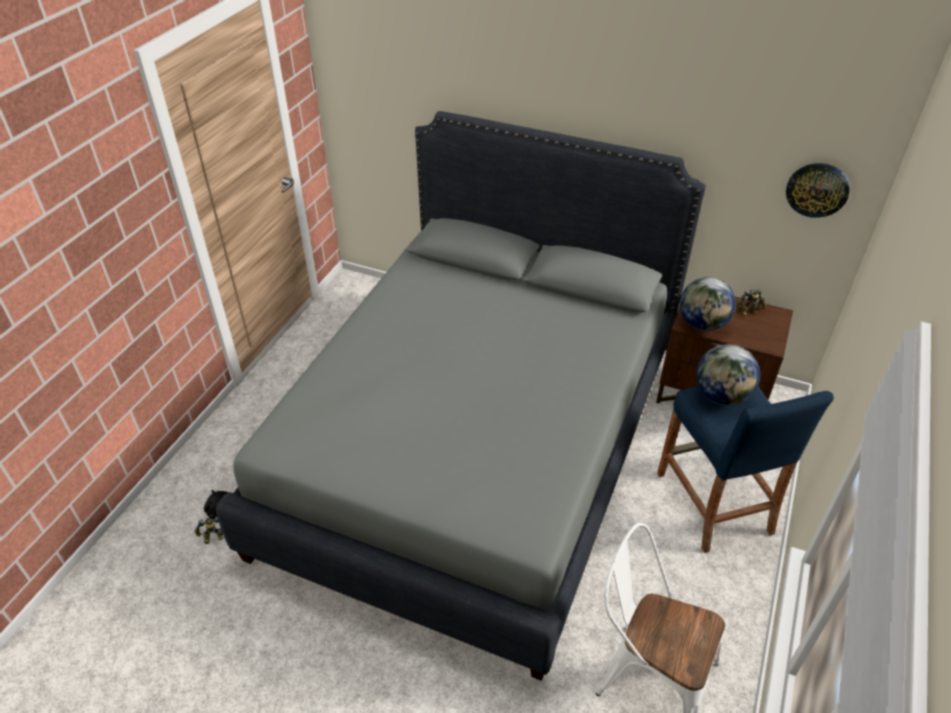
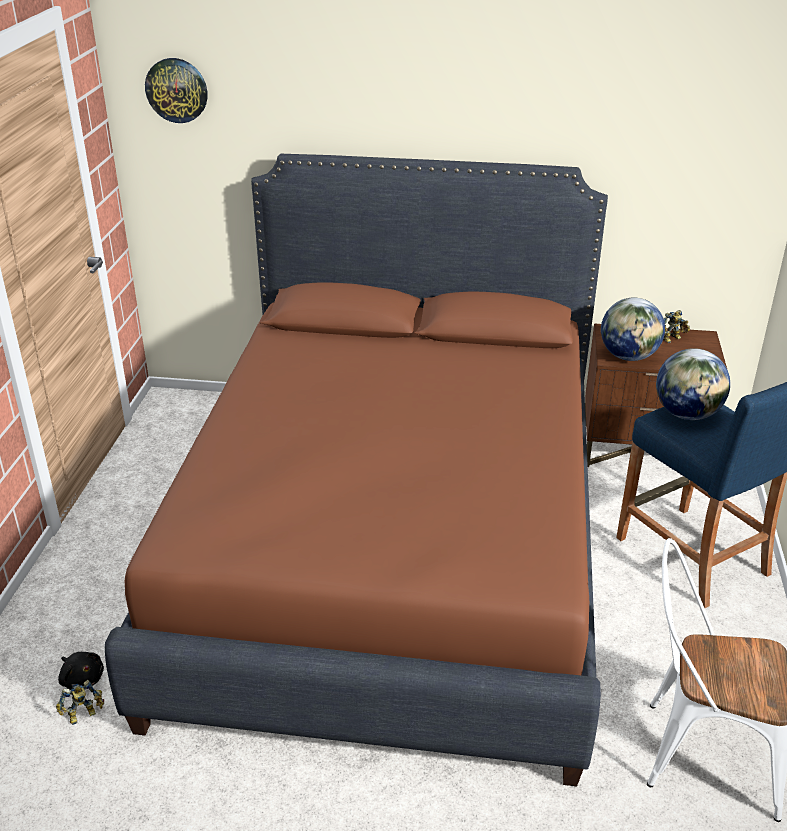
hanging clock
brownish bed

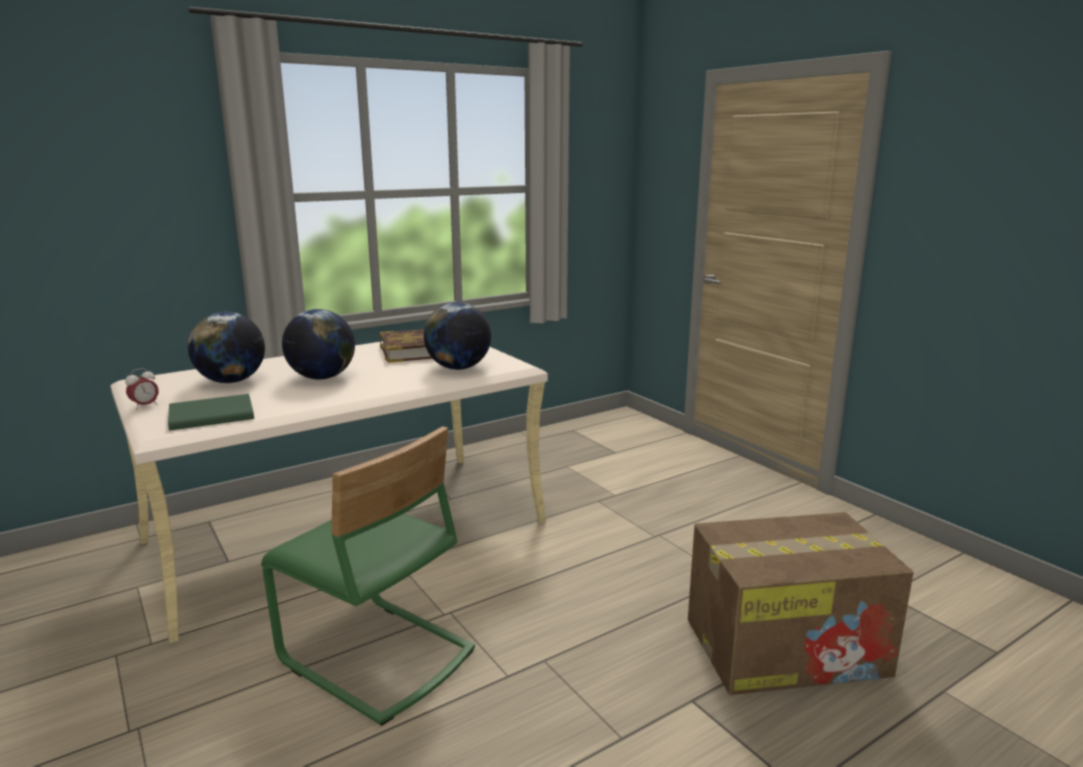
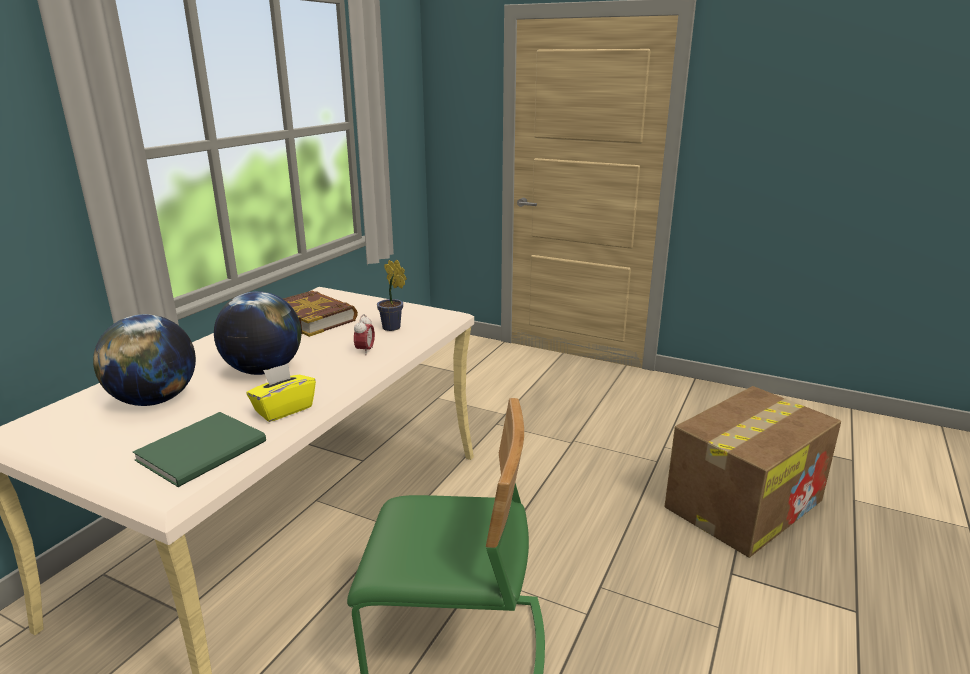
yellowish tissue holder
alarm clock
plant in a pot

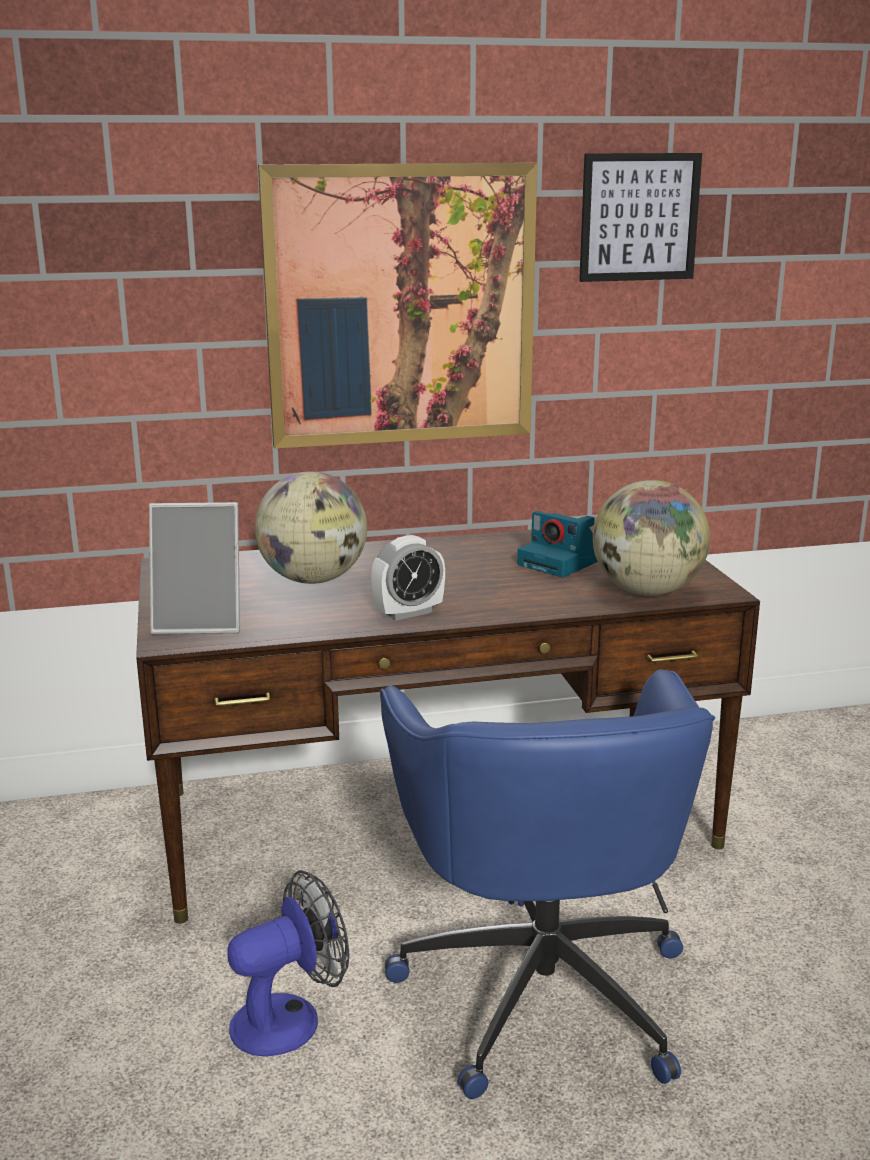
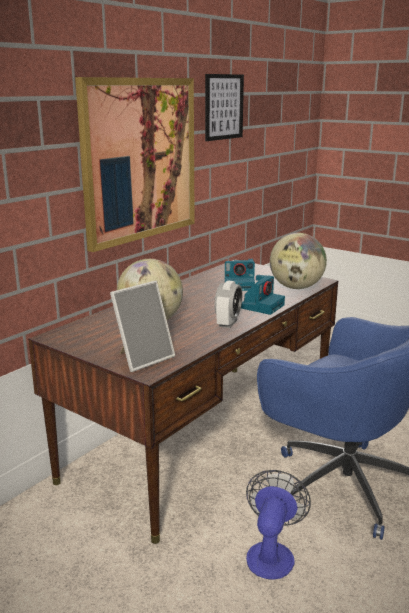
still camera (no. 2 from left)

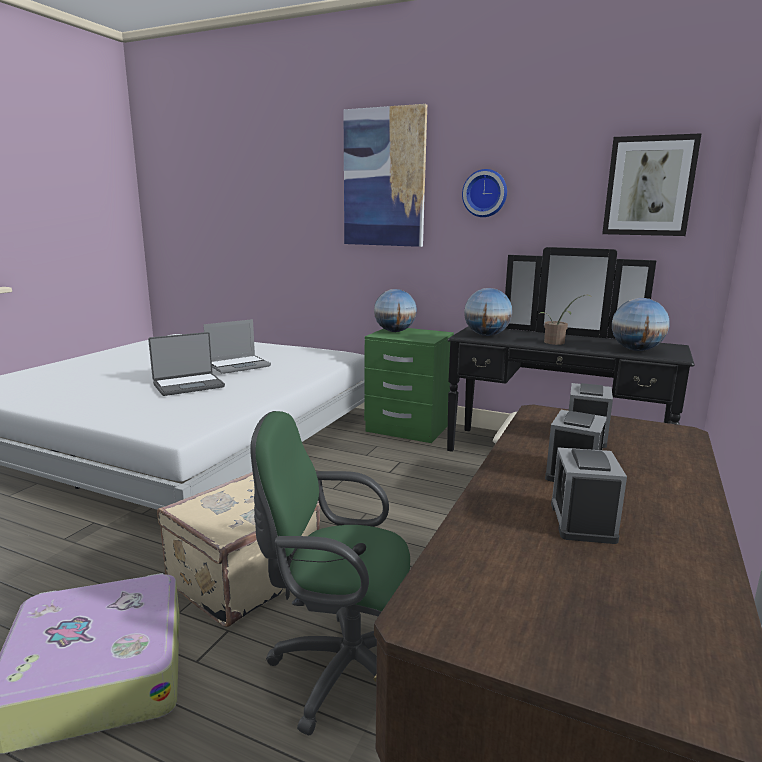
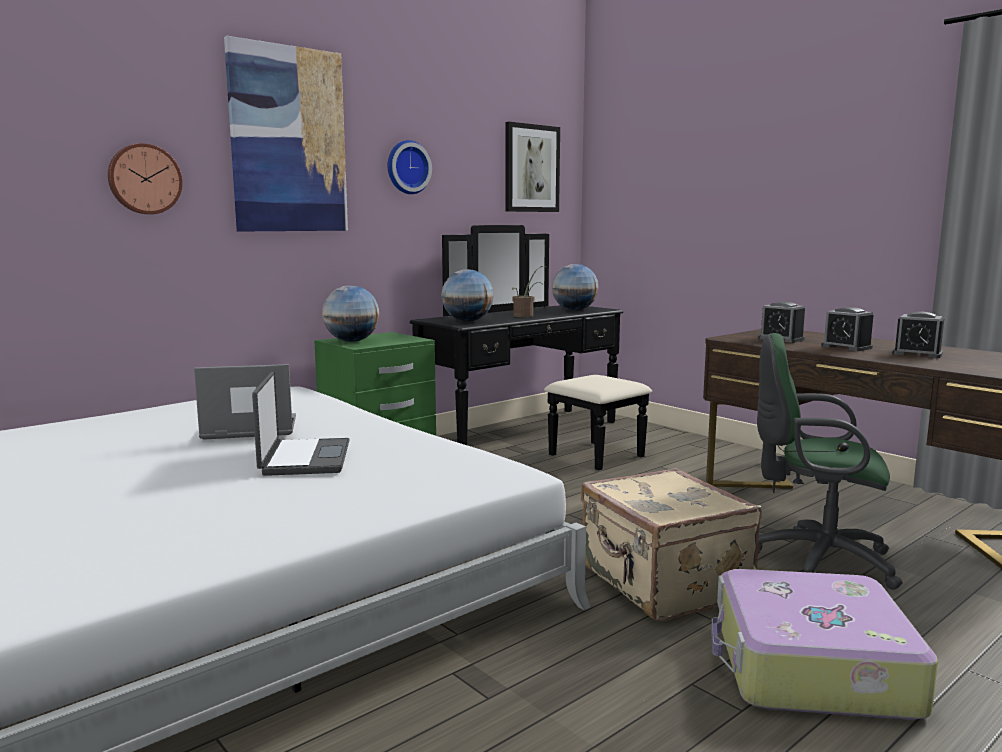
hanging clock (no. 1 from left)
laptop (no. 1 from left)
green-coloured desk chair

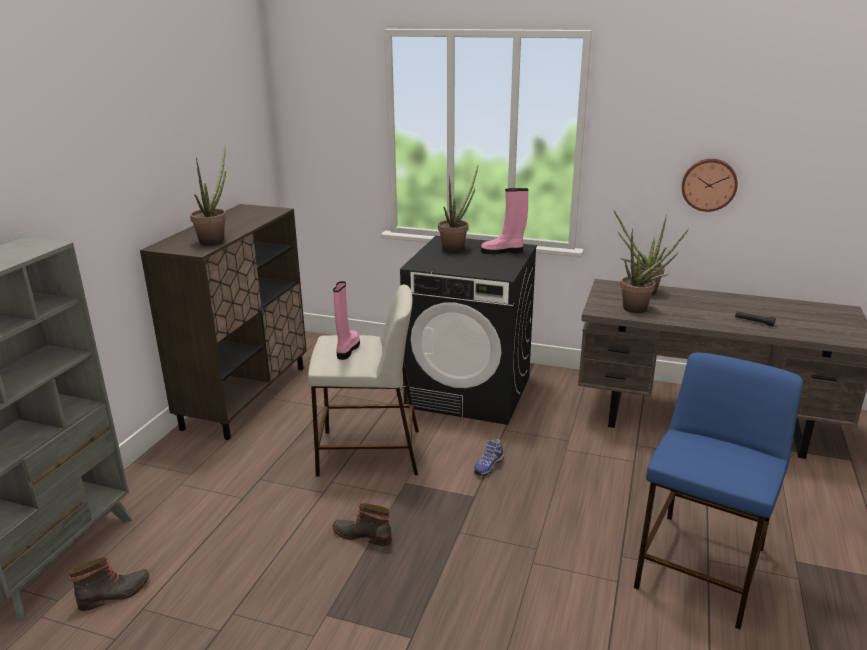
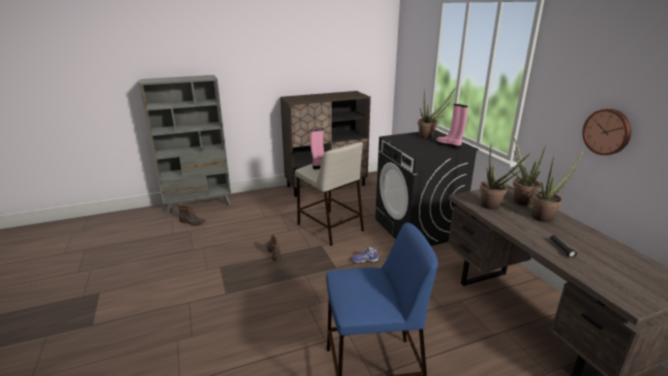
plant in a pot (no. 4 from left)

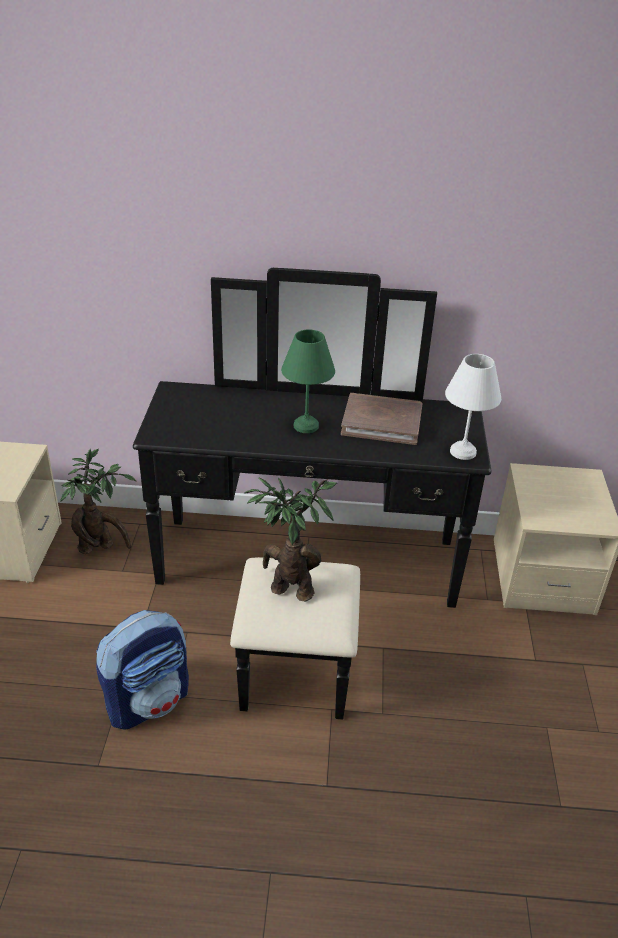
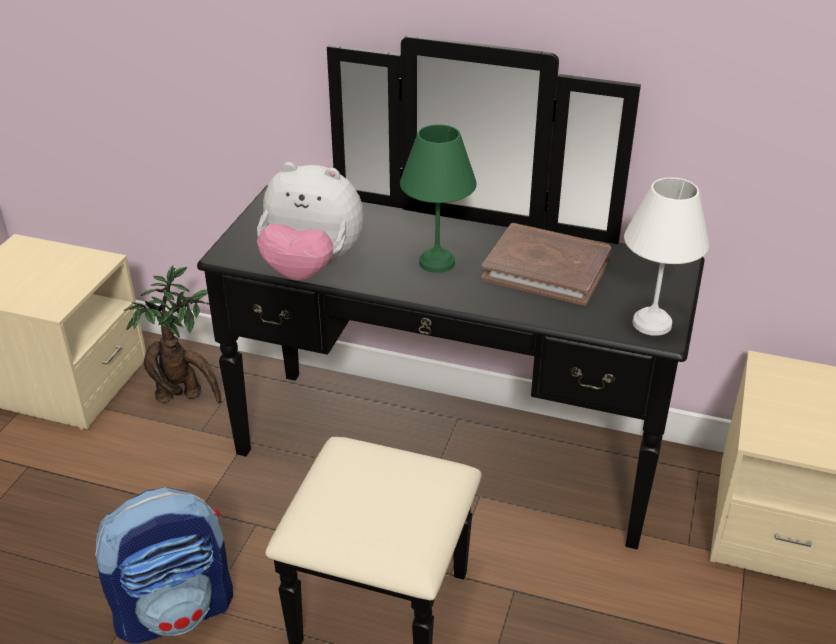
plant in a pot (no. 2 from left in the first image)
plush toy

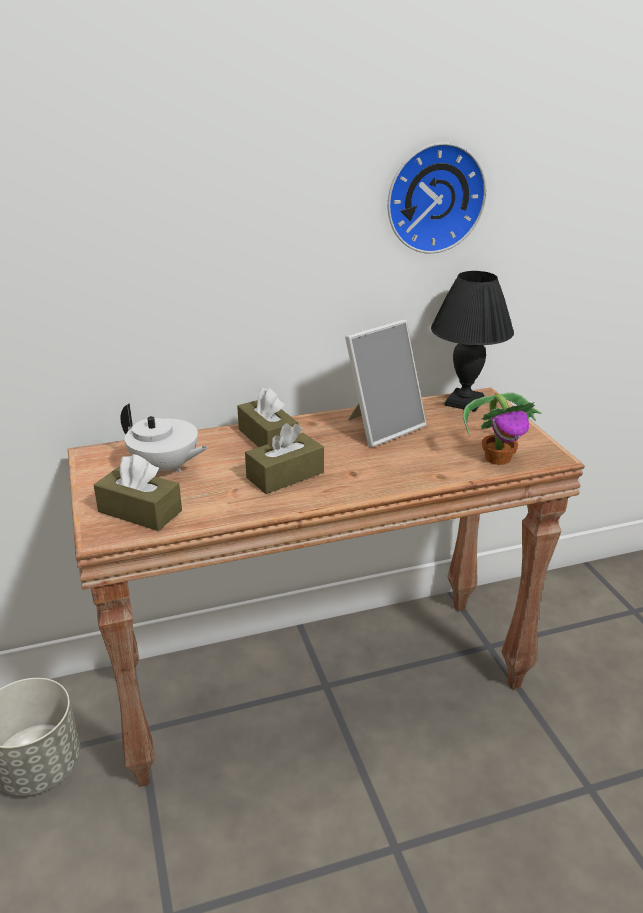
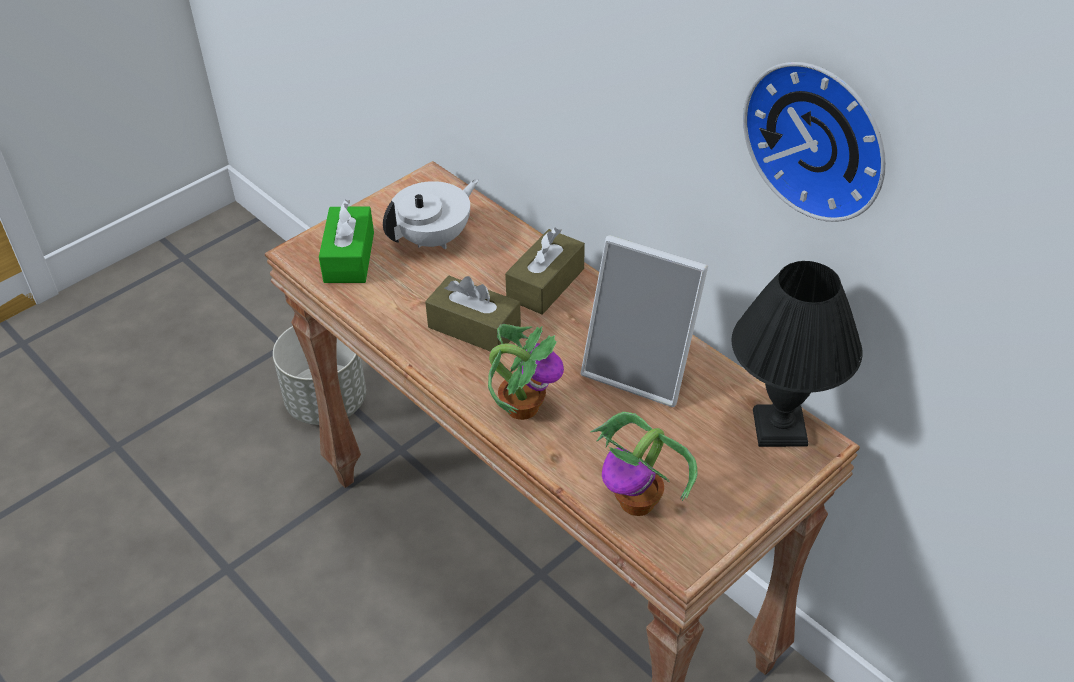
plant in a pot (no. 1 from left)
green-coloured tissue holder
white-coloured pot for tea

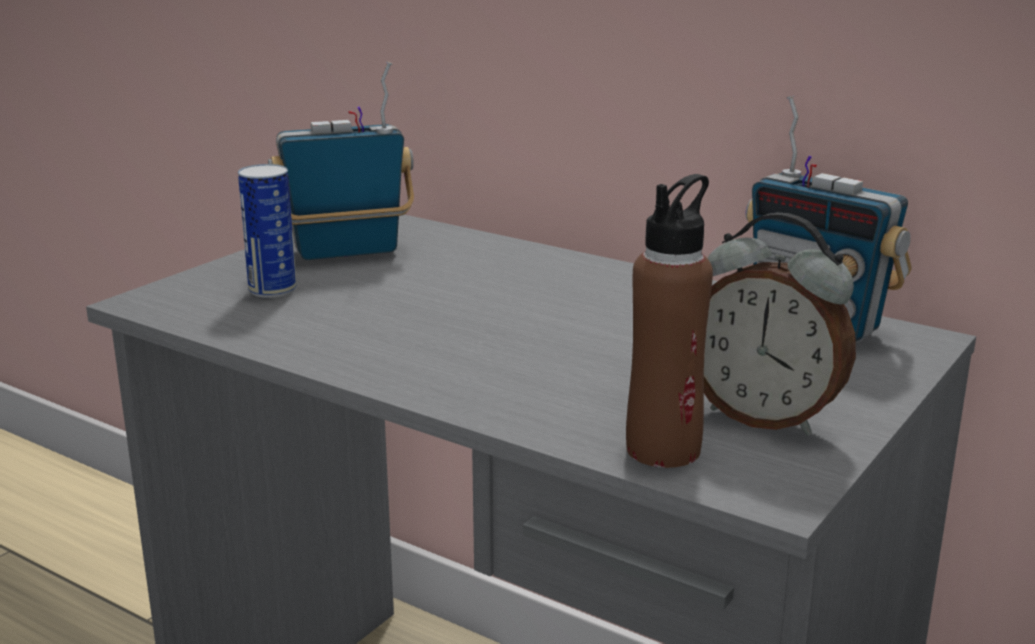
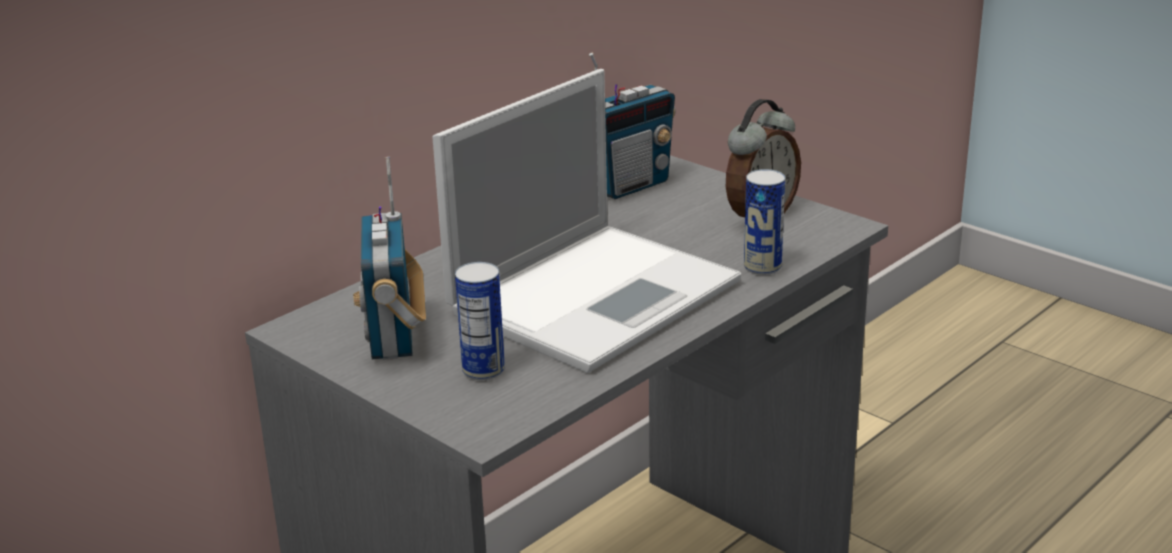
brownish bottle
laptop
metal can (no. 2 from left)

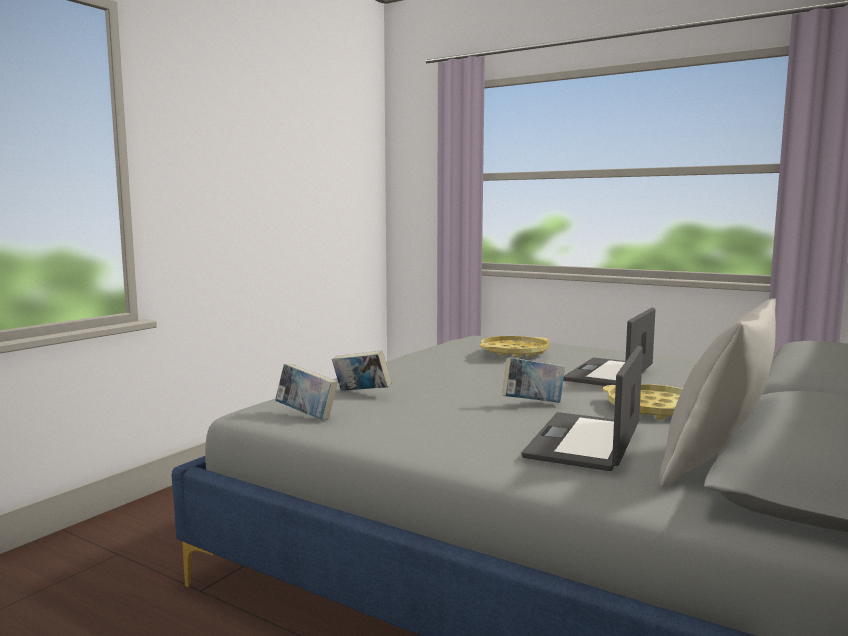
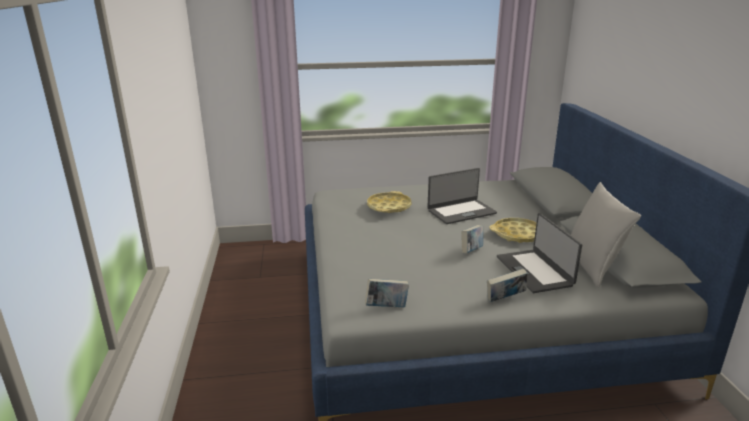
volume (no. 3 from left)
laptop (no. 1 from left)

